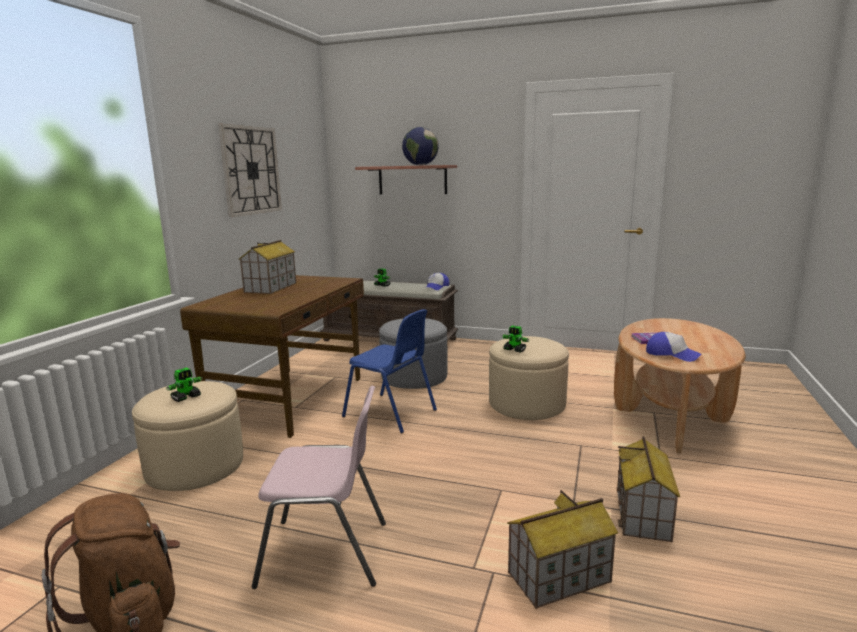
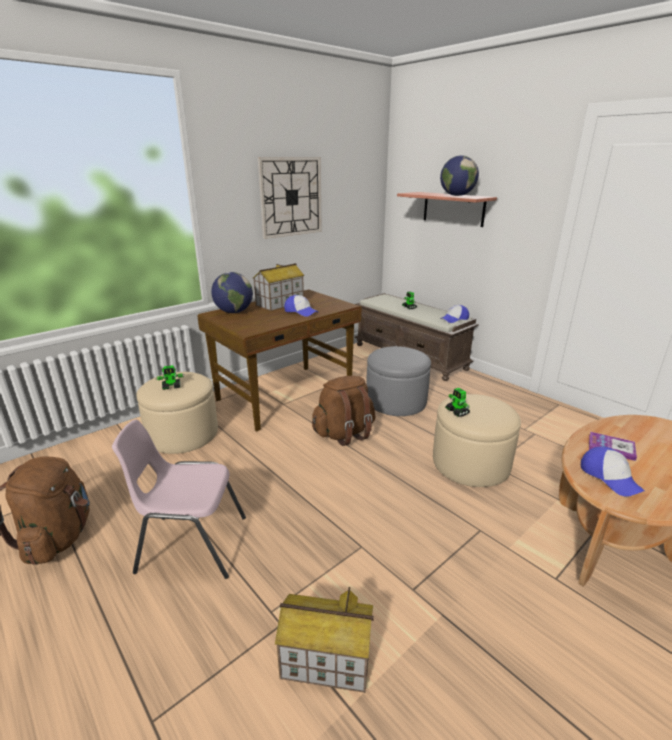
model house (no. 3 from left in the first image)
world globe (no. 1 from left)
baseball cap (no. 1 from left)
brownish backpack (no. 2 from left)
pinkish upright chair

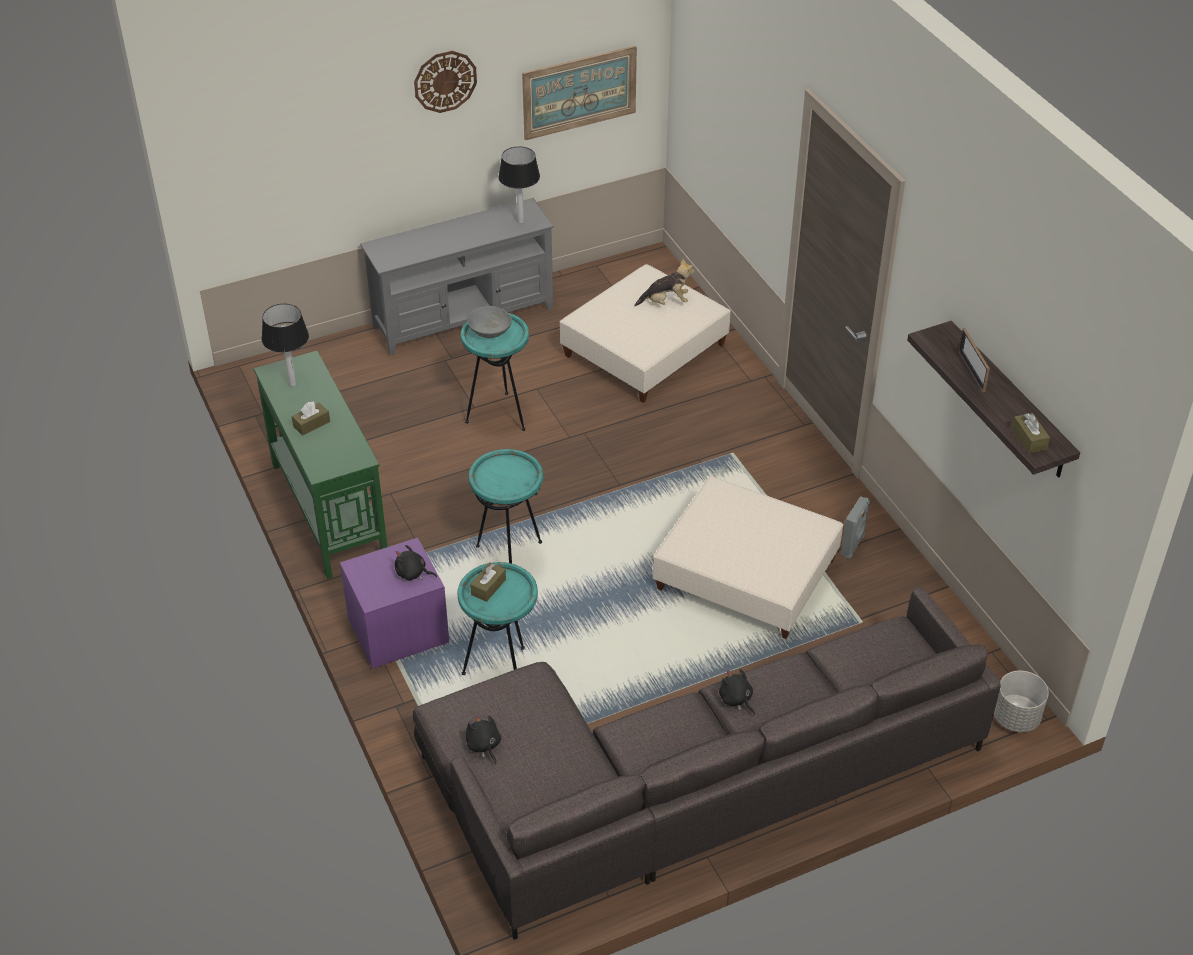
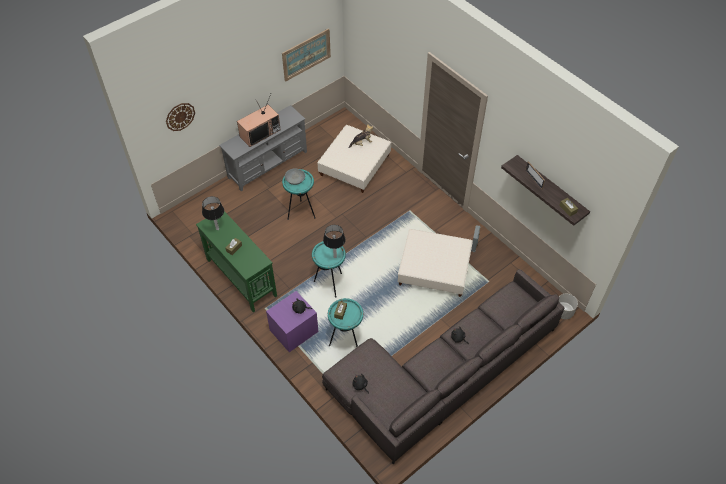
television
hanging clock
lamp for a table (no. 2 from left)

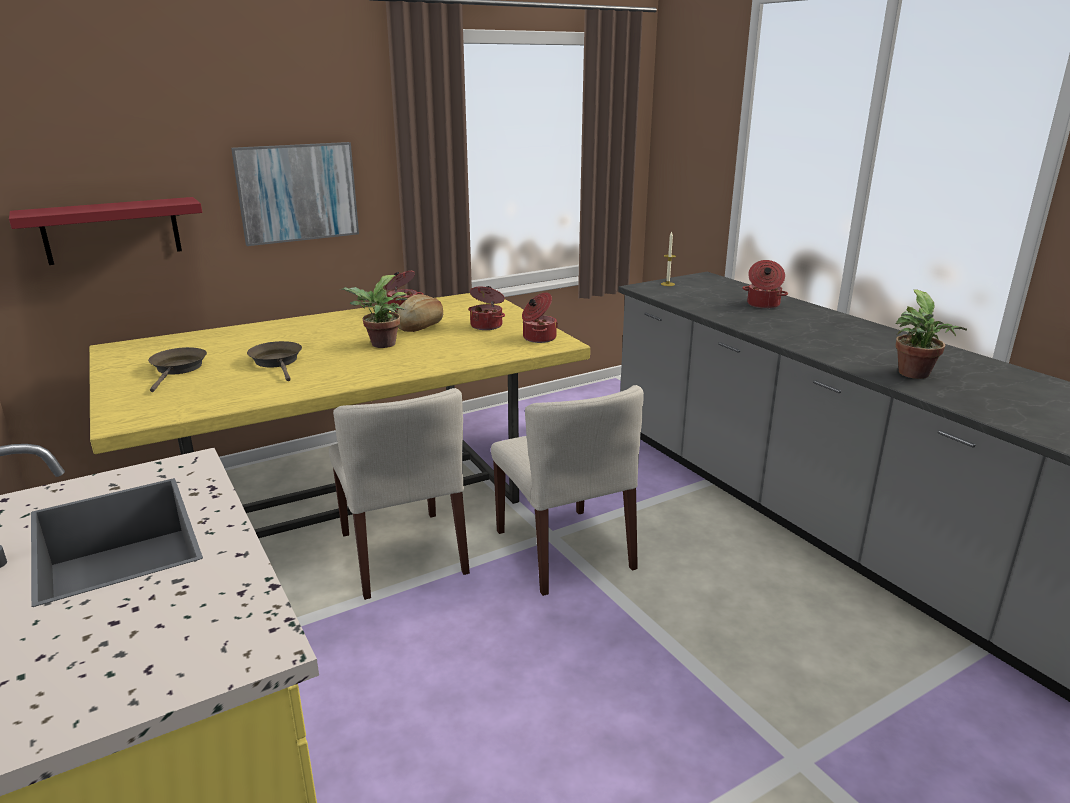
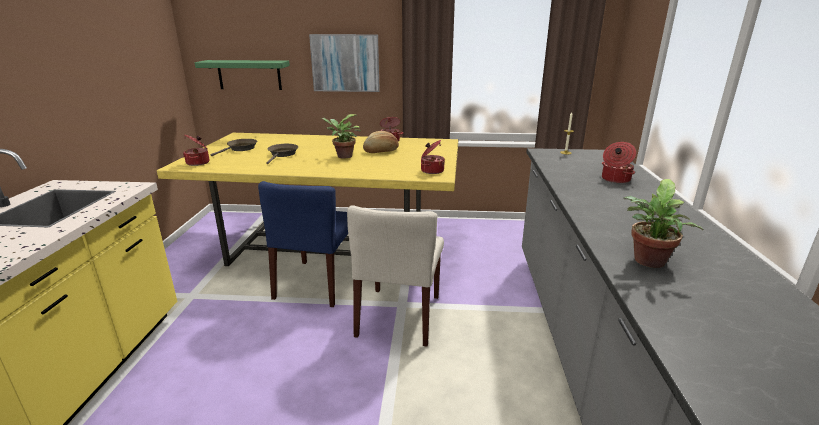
cooking pot (no. 1 from left)
green-coloured shelf
bluish upright chair

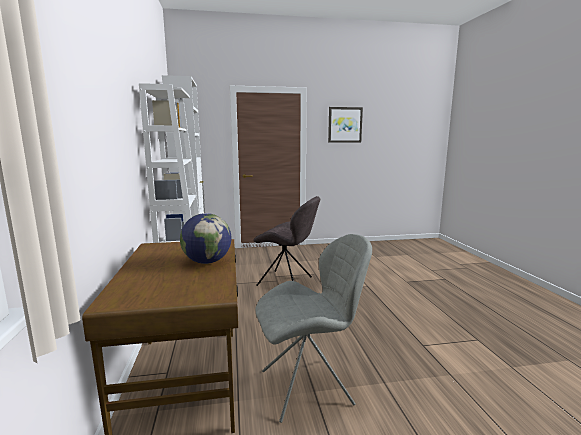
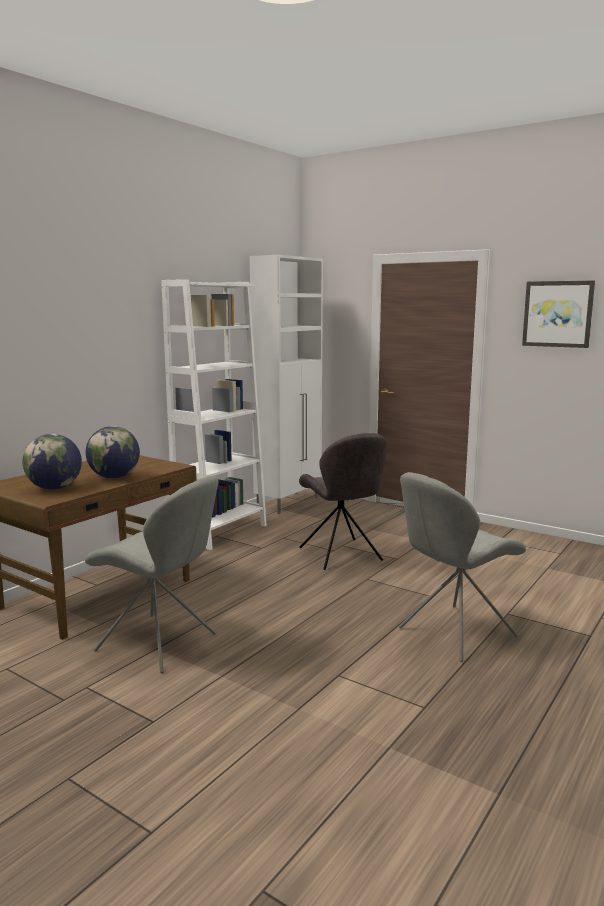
world globe (no. 1 from left)
grey upright chair (no. 3 from left)

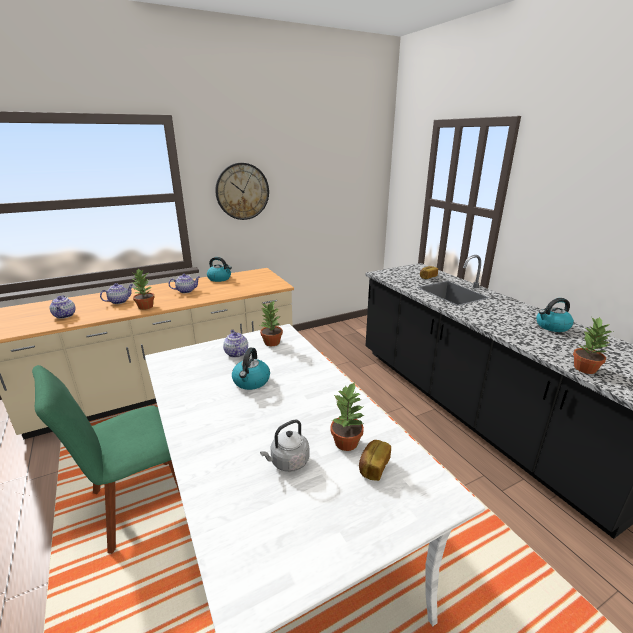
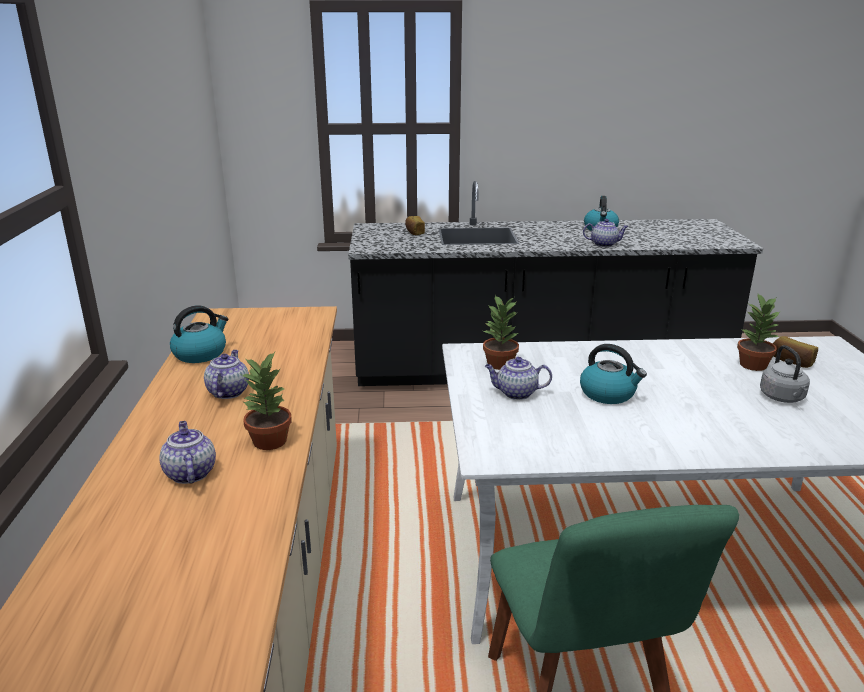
hanging clock
plant in a pot (no. 4 from left in the first image)
pot for tea (no. 4 from left)

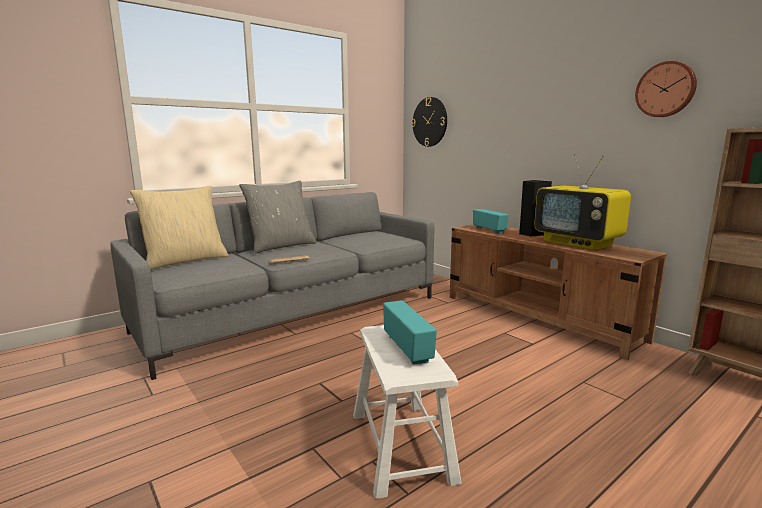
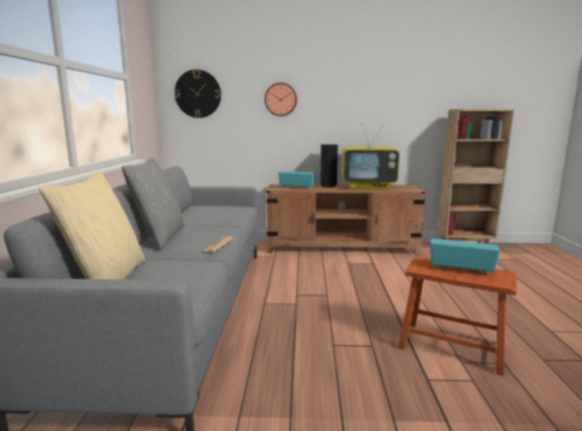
hanging clock (no. 2 from left)
brownish sitting stool

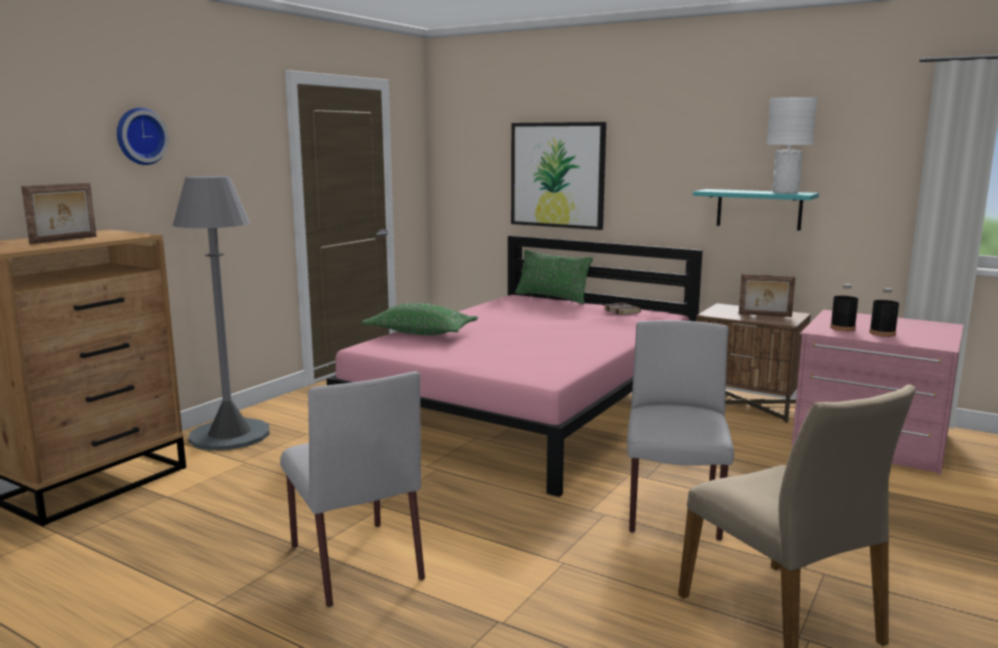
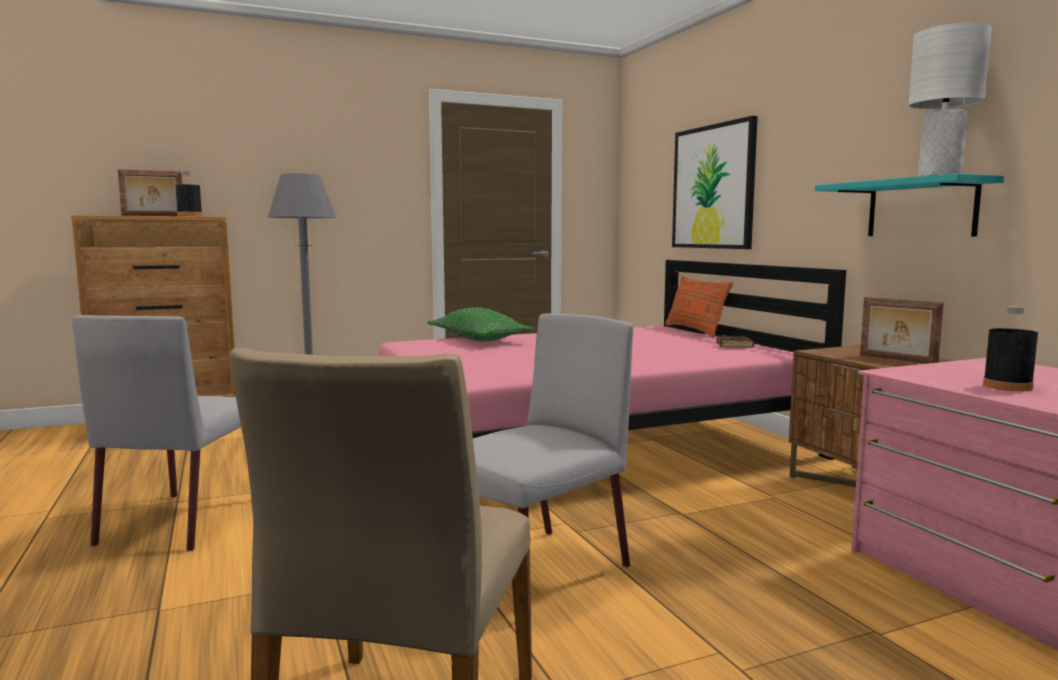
hanging clock
black-coloured bottle (no. 1 from left)
orange-coloured cushion

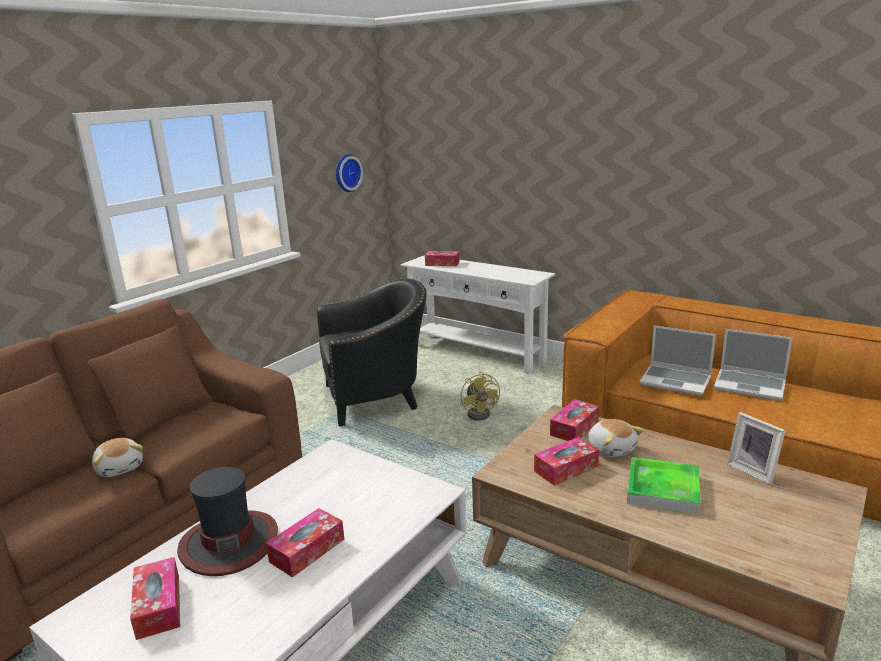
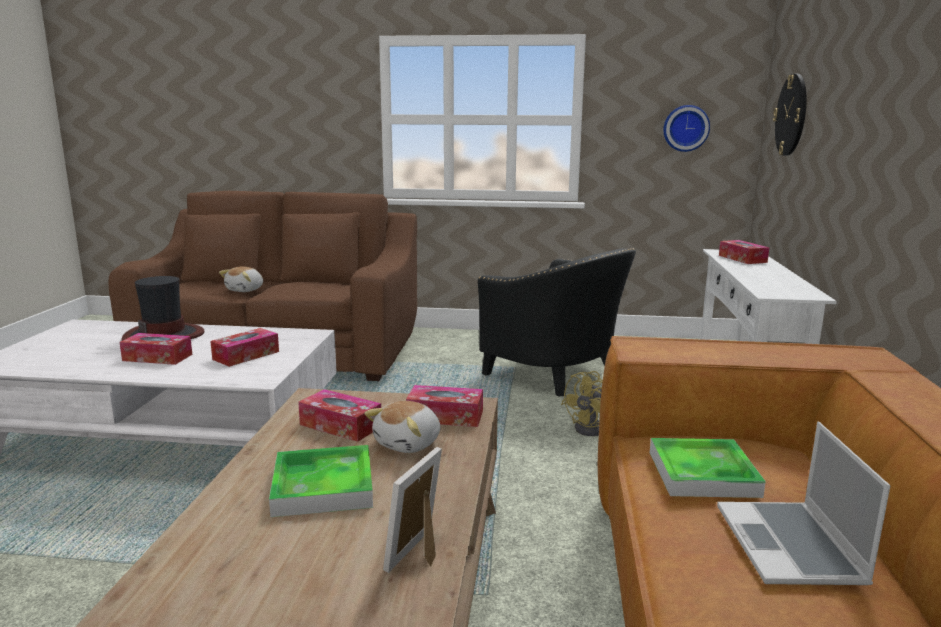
hanging clock (no. 2 from left)
tissue holder (no. 2 from left)
tray (no. 2 from left)

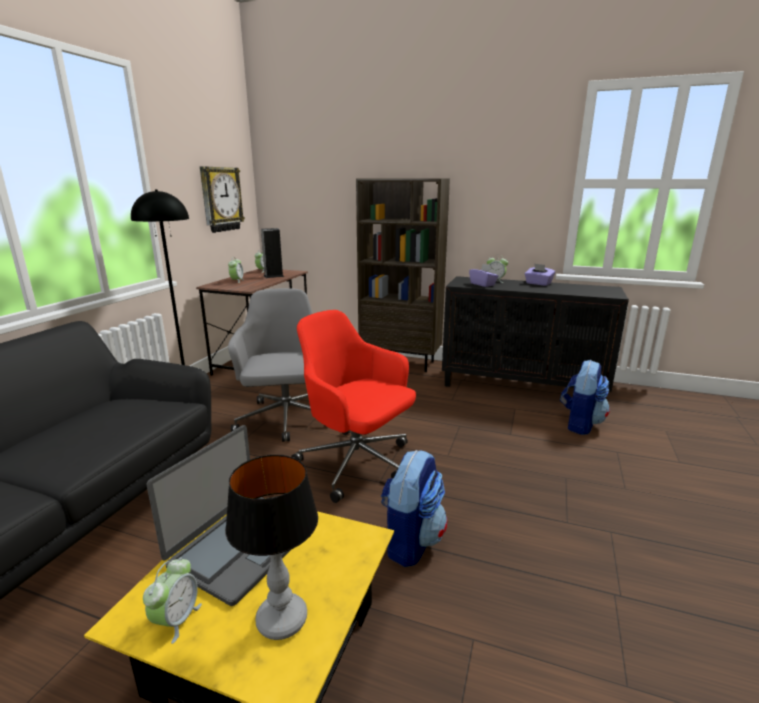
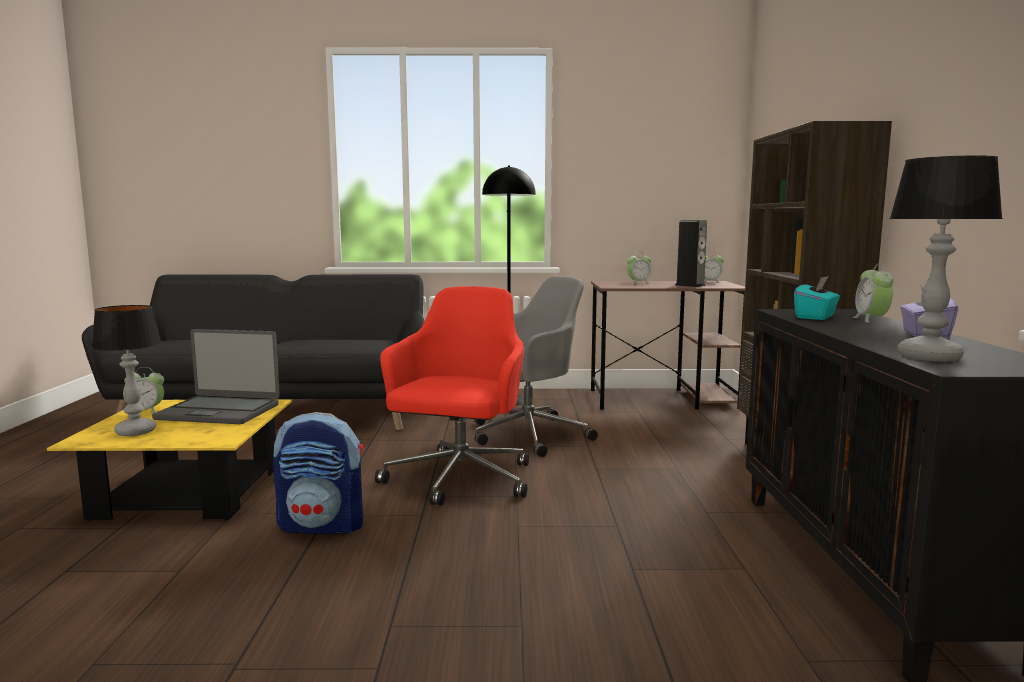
hanging clock
backpack (no. 2 from left in the first image)
lamp for a table (no. 2 from left)
blue-green tissue holder

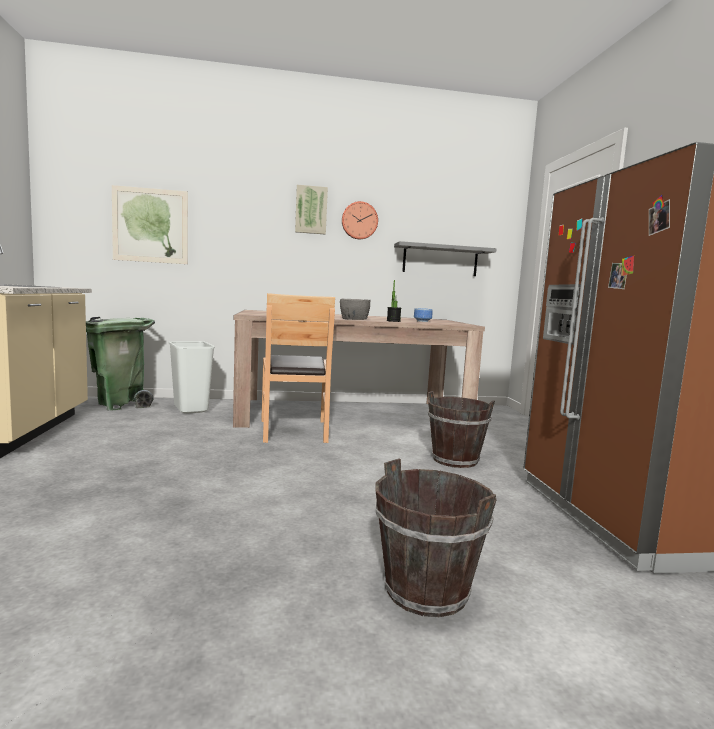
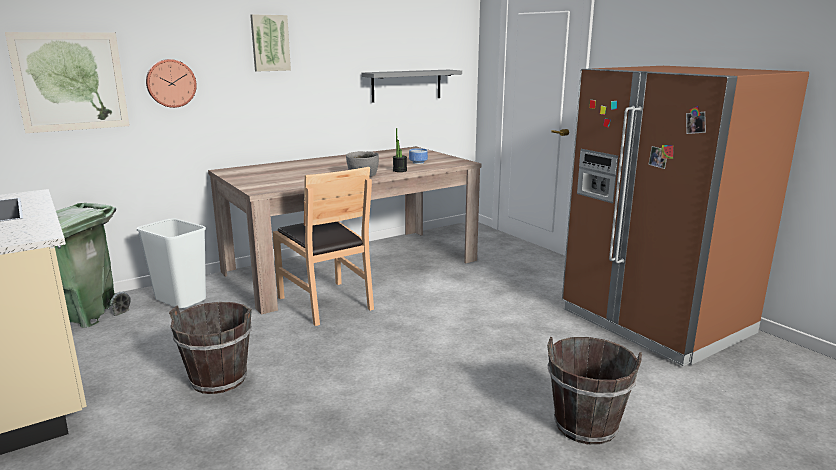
hanging clock
brownish pail (no. 1 from left)

